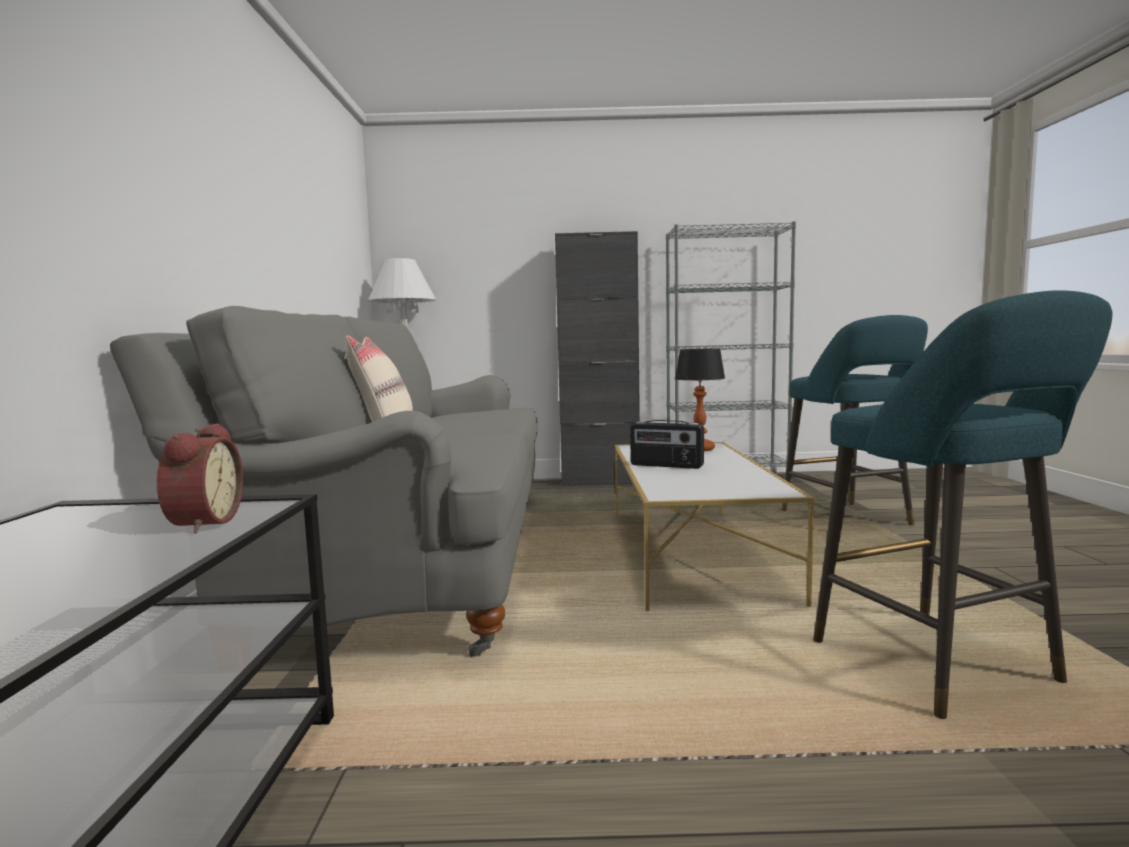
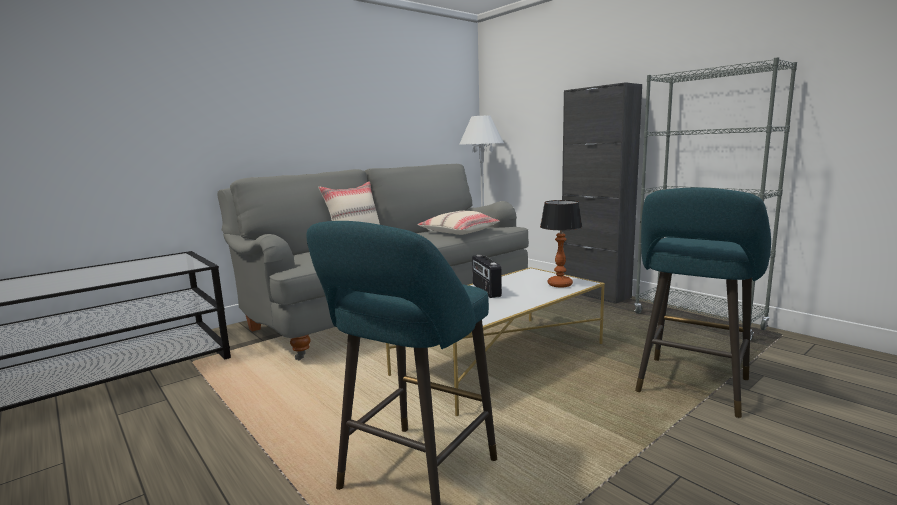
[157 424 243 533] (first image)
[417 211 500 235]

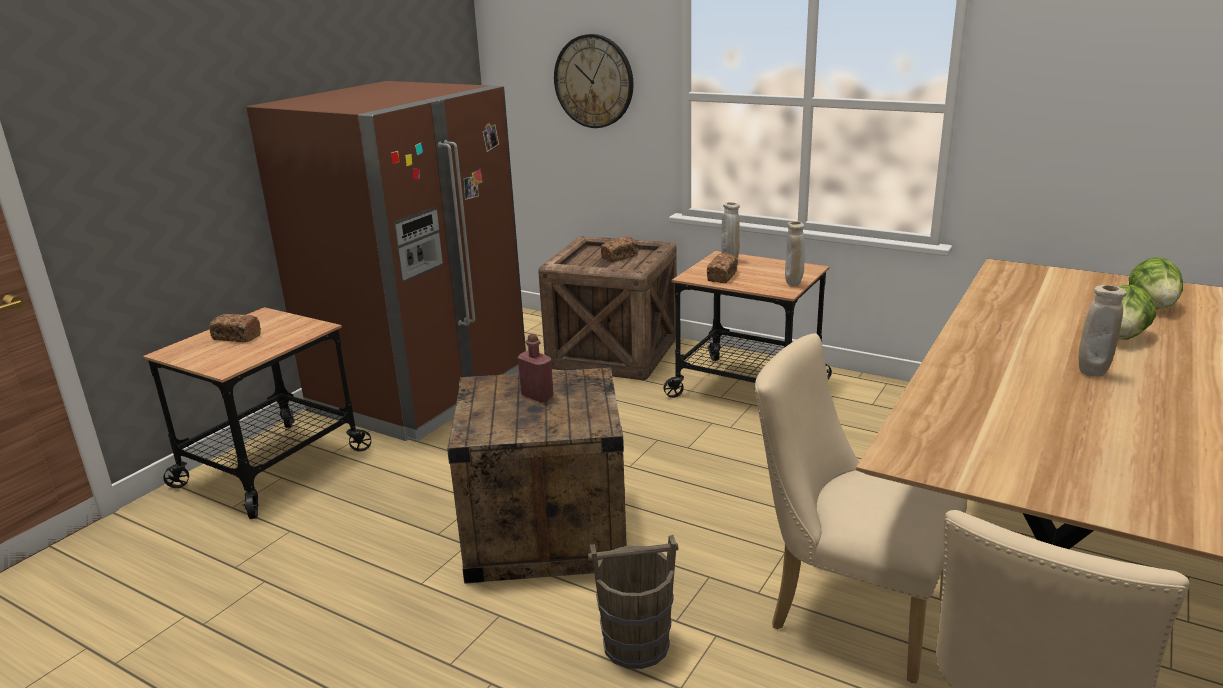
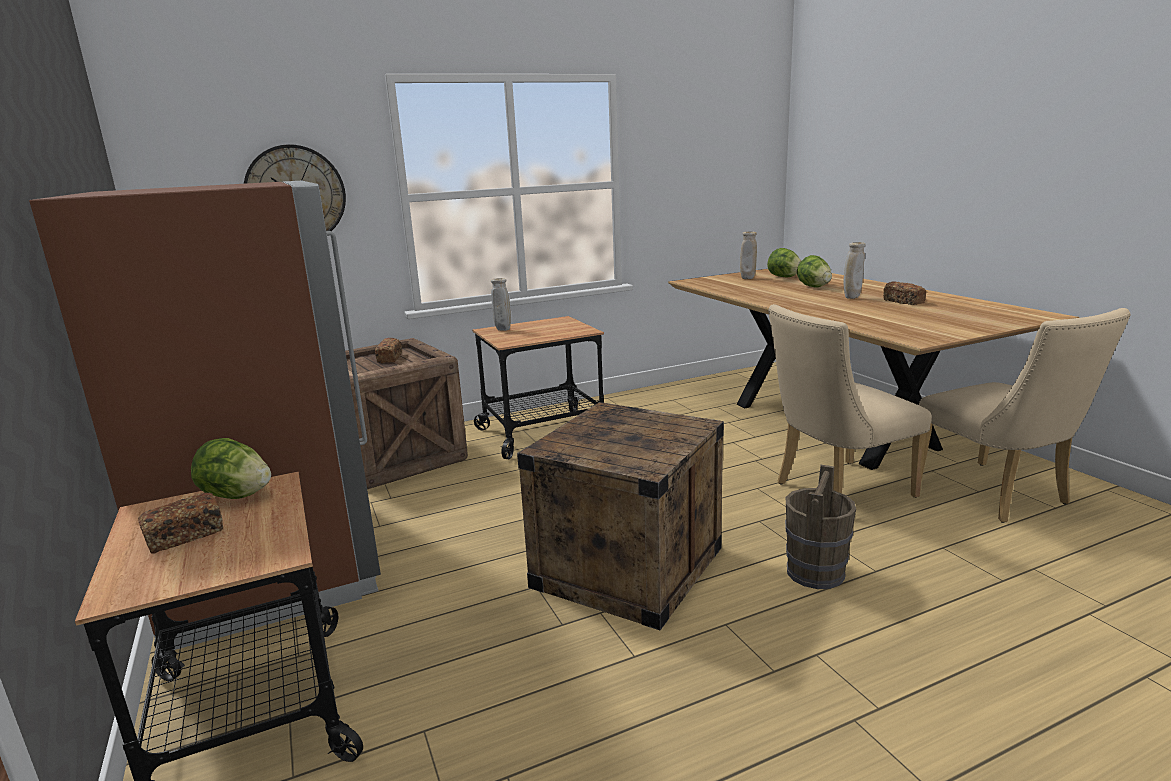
[518 334 553 402] (first image)
[883 281 926 305]
[740 231 757 279]
[191 438 271 499]

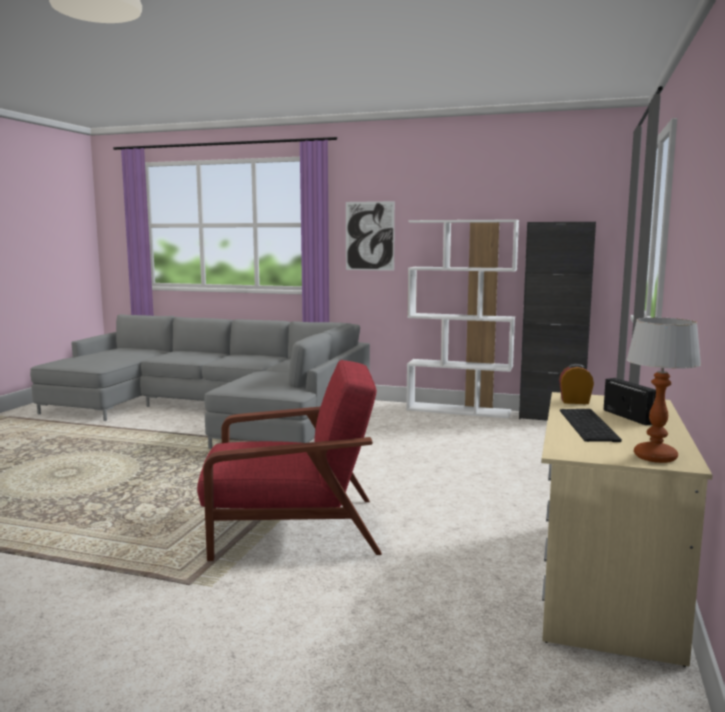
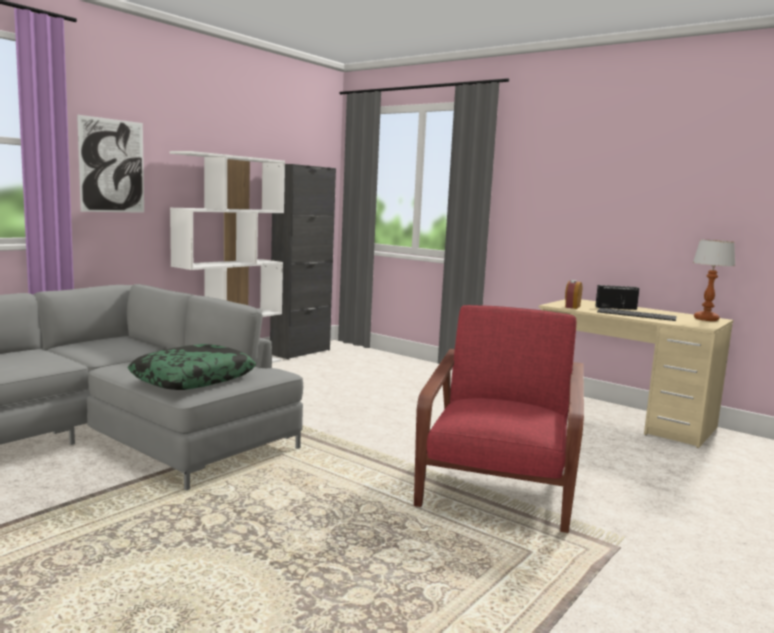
[127 344 256 390]

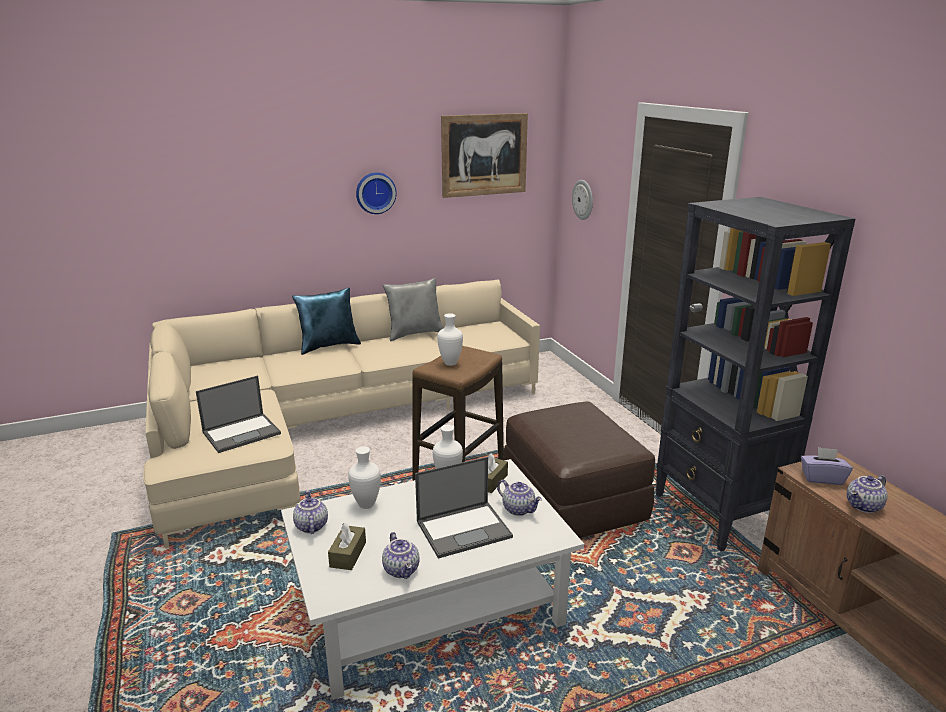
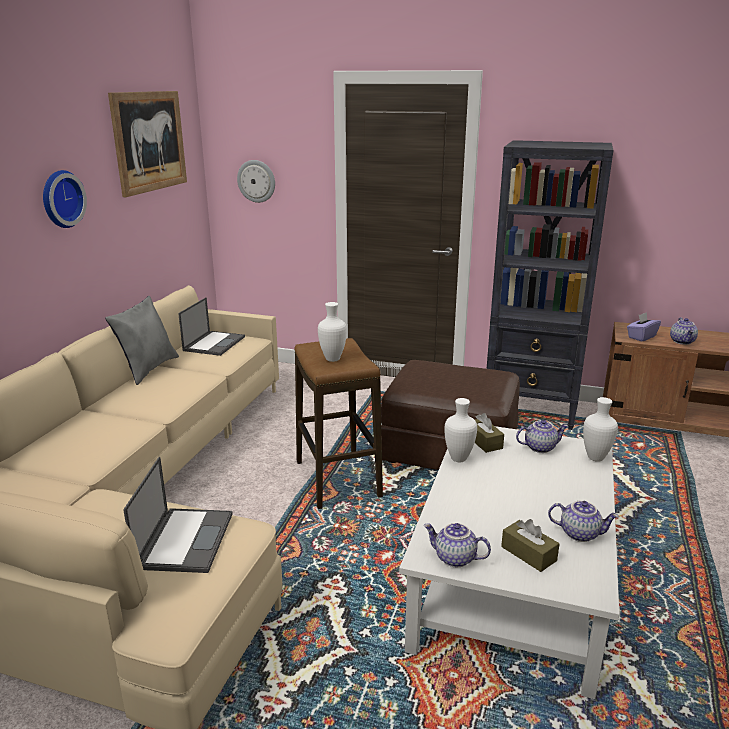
[292 287 361 355] (first image)
[583 397 618 462]
[178 297 245 356]

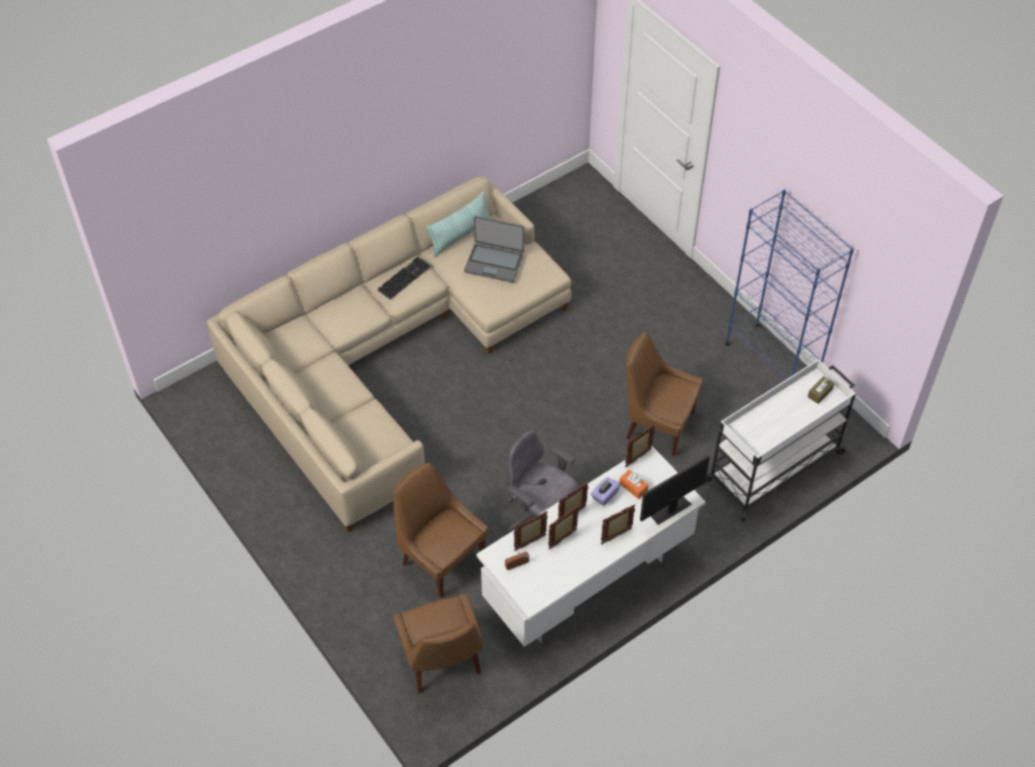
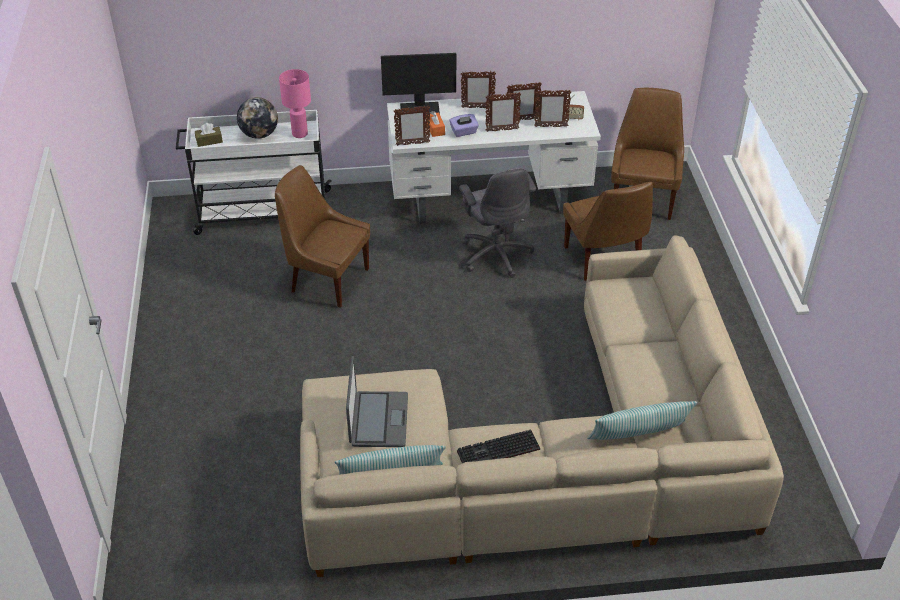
[346 356 408 447]
[275 165 370 308]
[725 189 854 379] (first image)
[237 97 278 139]
[279 69 311 138]
[587 401 698 440]

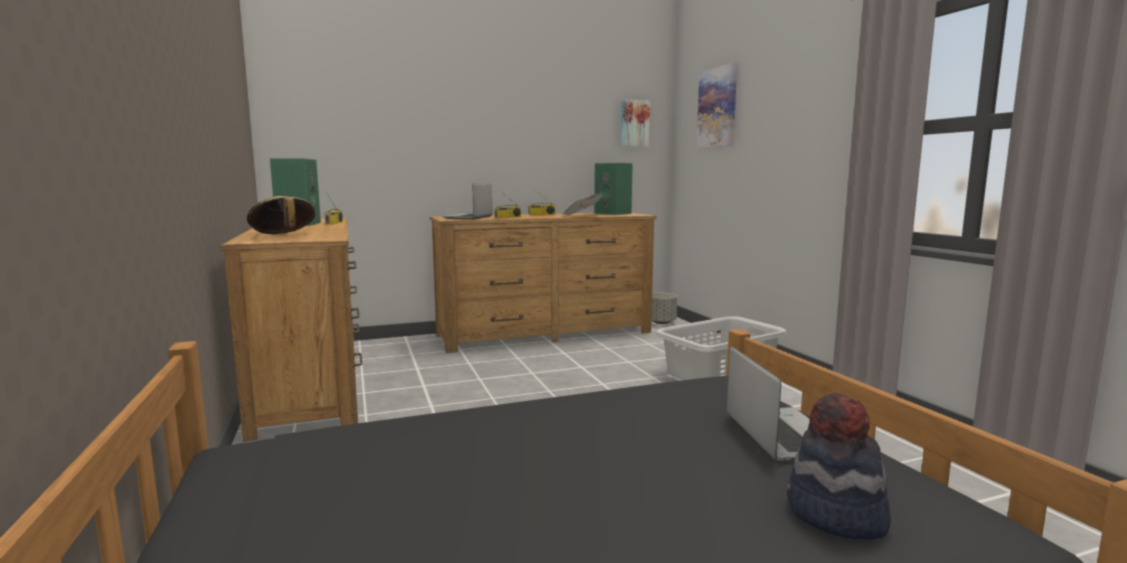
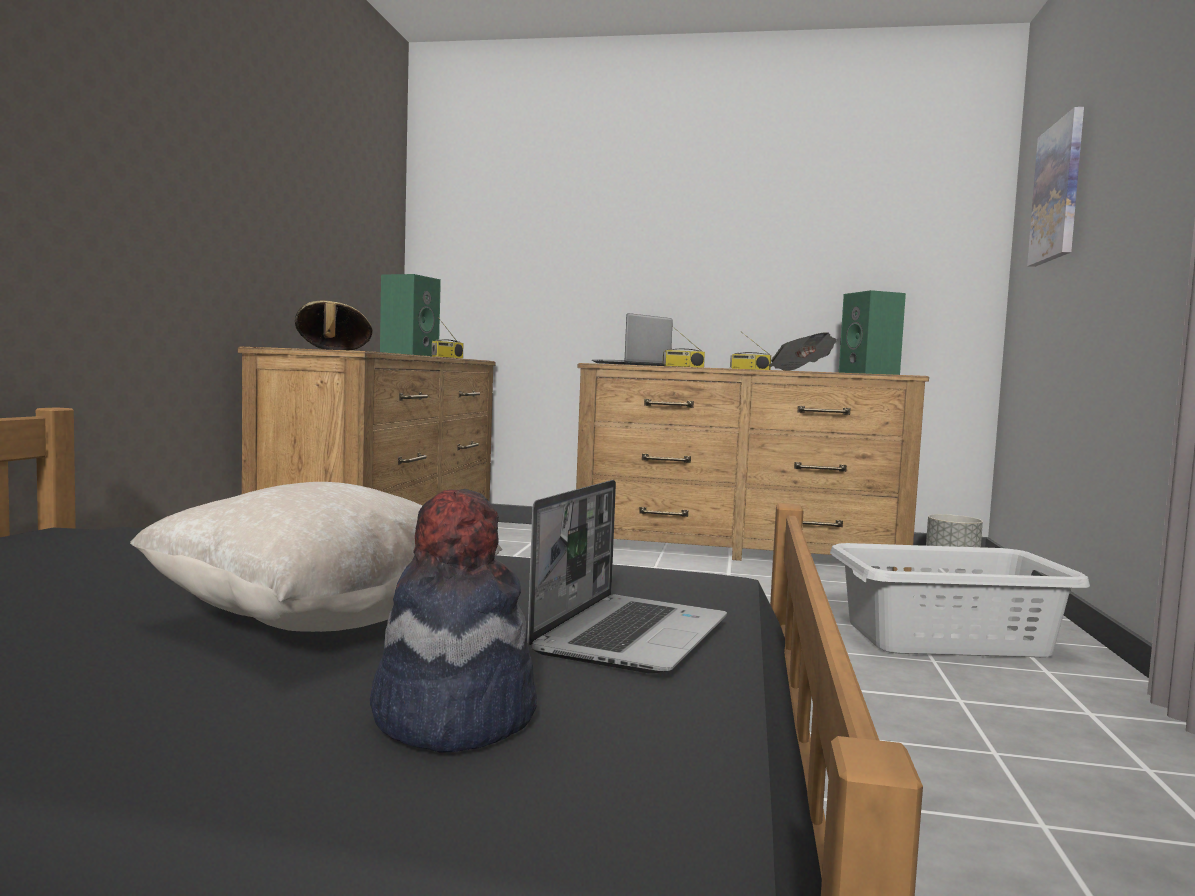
[621 99 650 147] (first image)
[130 482 502 632]

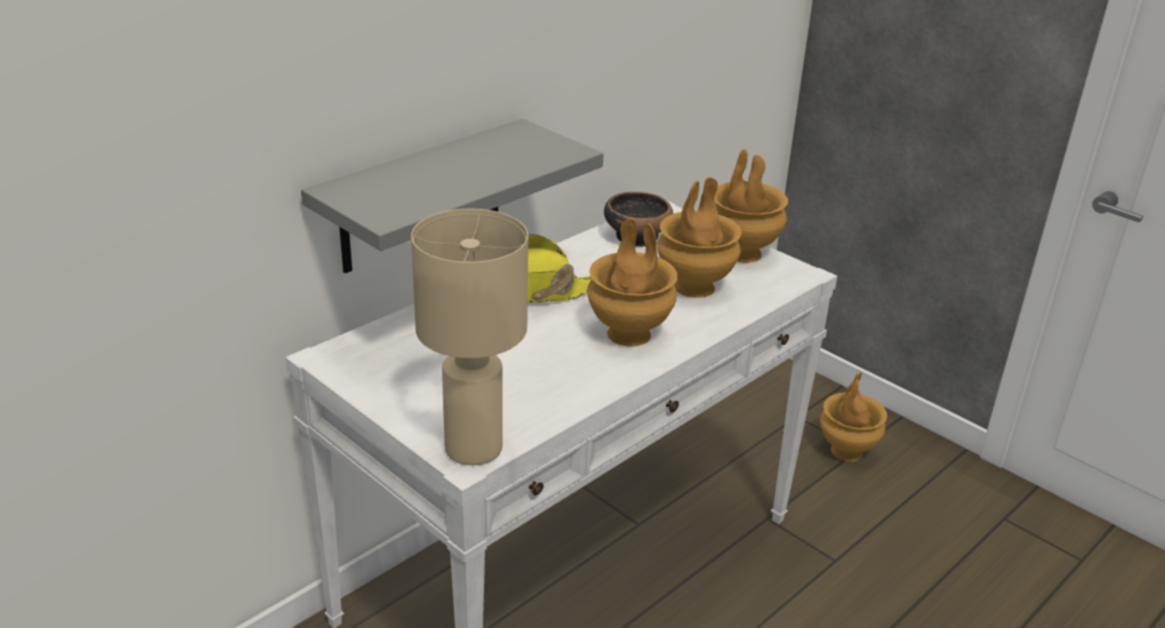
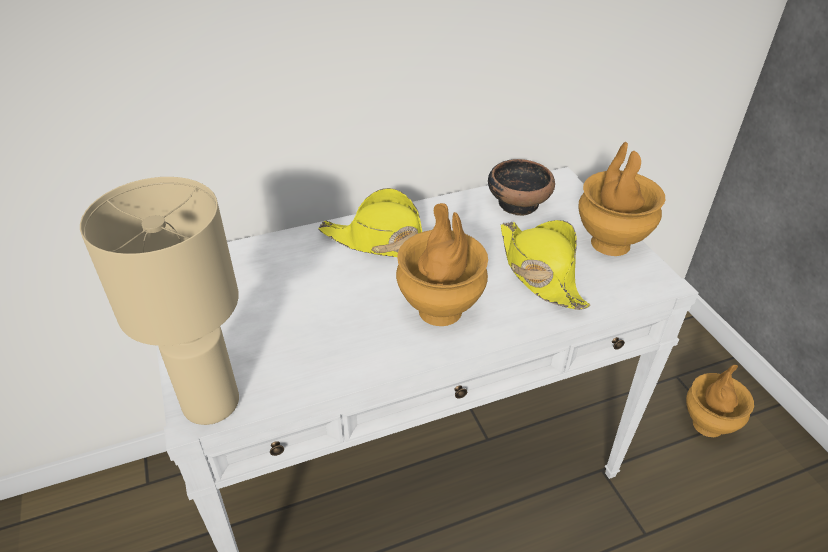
[301 119 604 273] (first image)
[501 220 590 310]

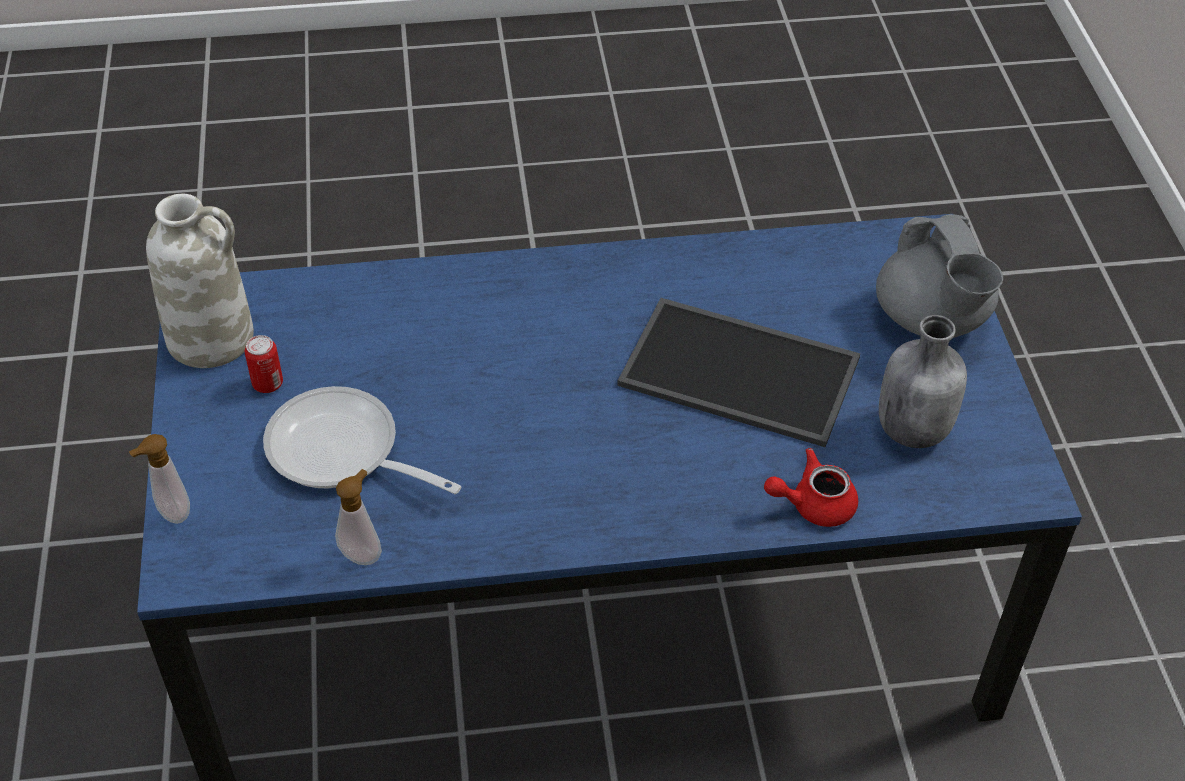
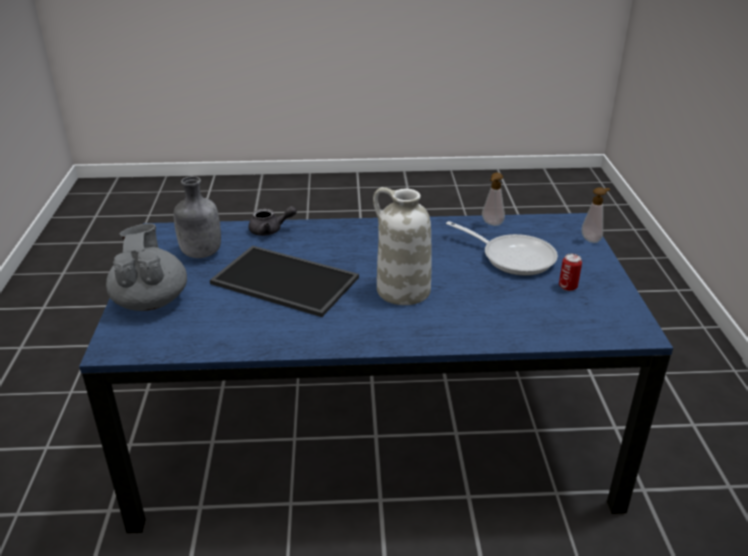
[373 187 432 305]
[249 206 297 236]

